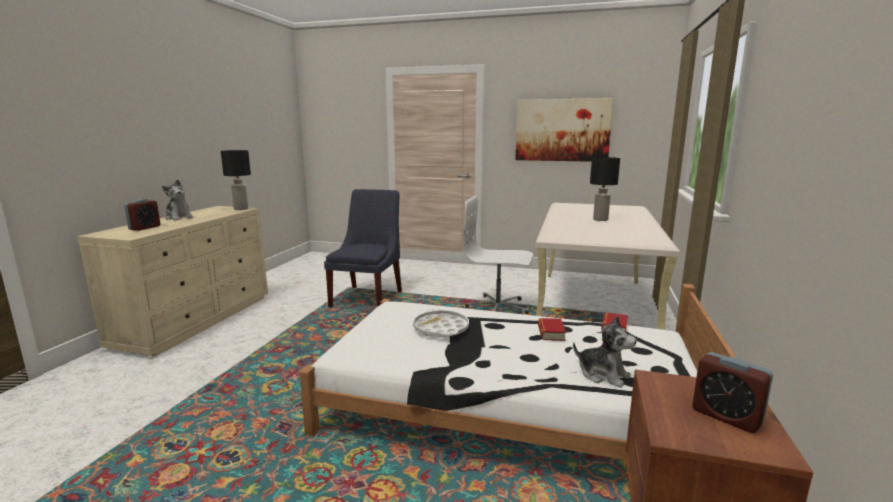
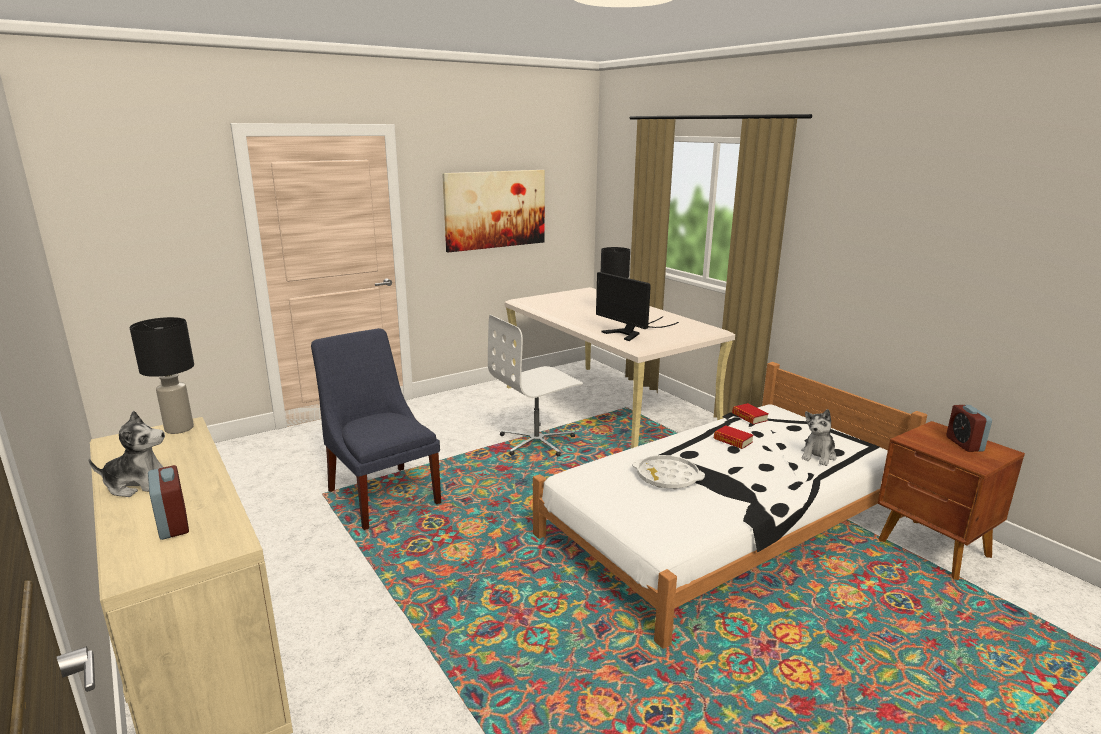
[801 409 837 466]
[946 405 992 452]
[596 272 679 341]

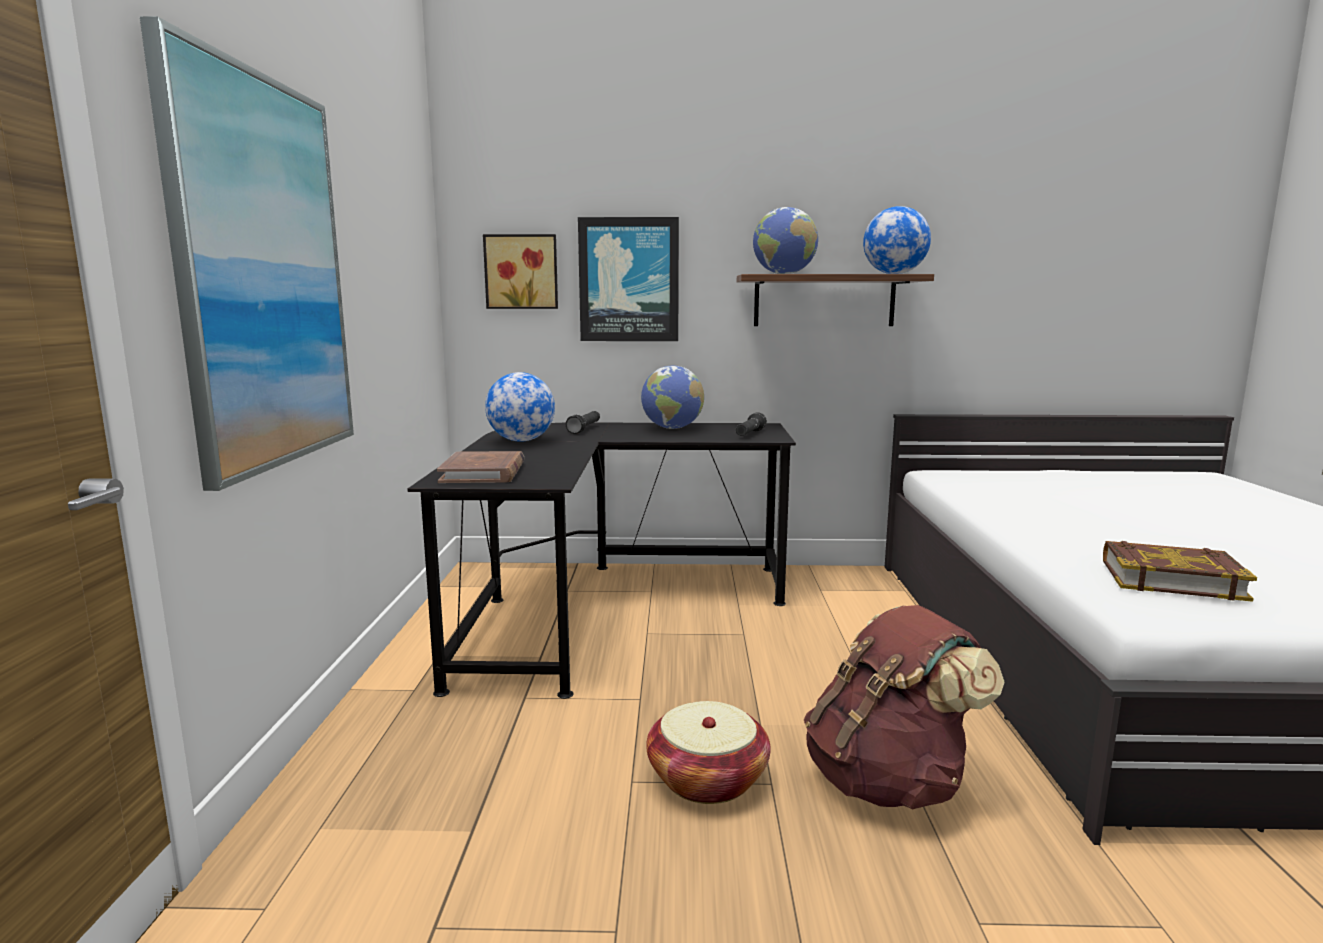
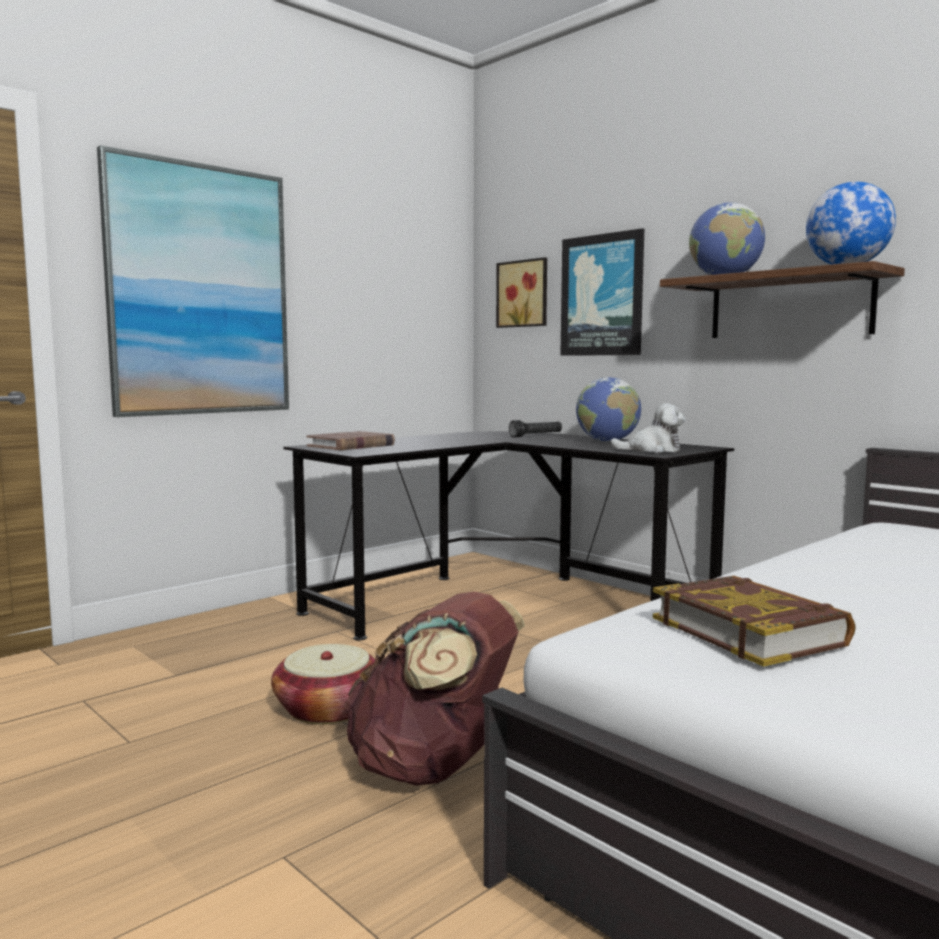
[485 372 555 442] (first image)
[611 403 686 453]

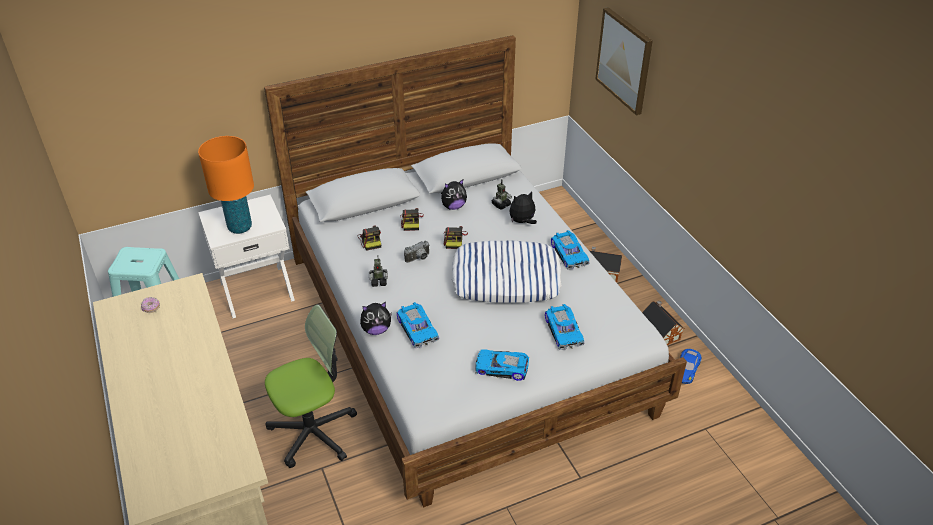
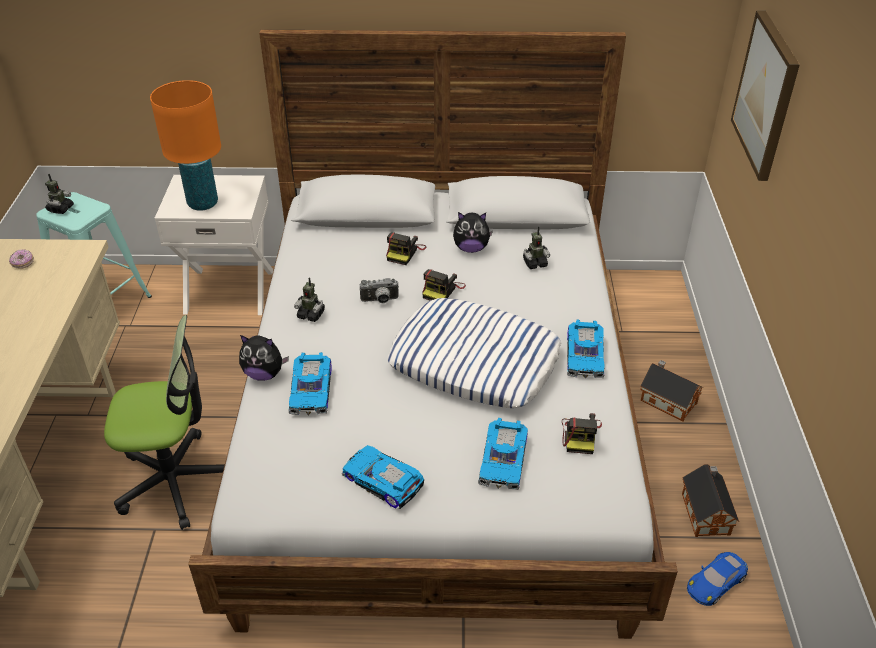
[562 413 602 454]
[509 192 537 224] (first image)
[45 174 74 214]

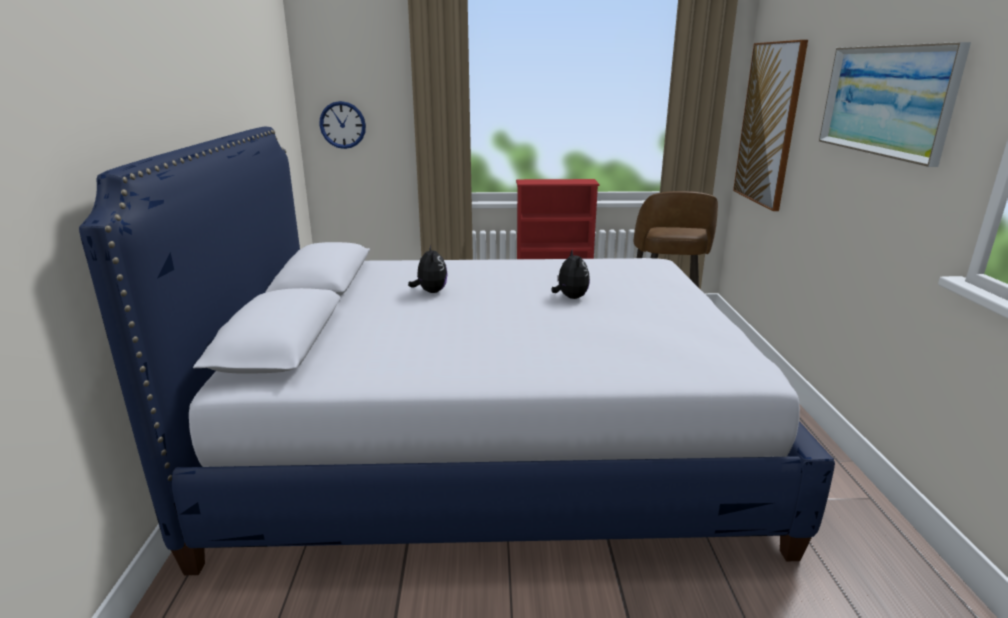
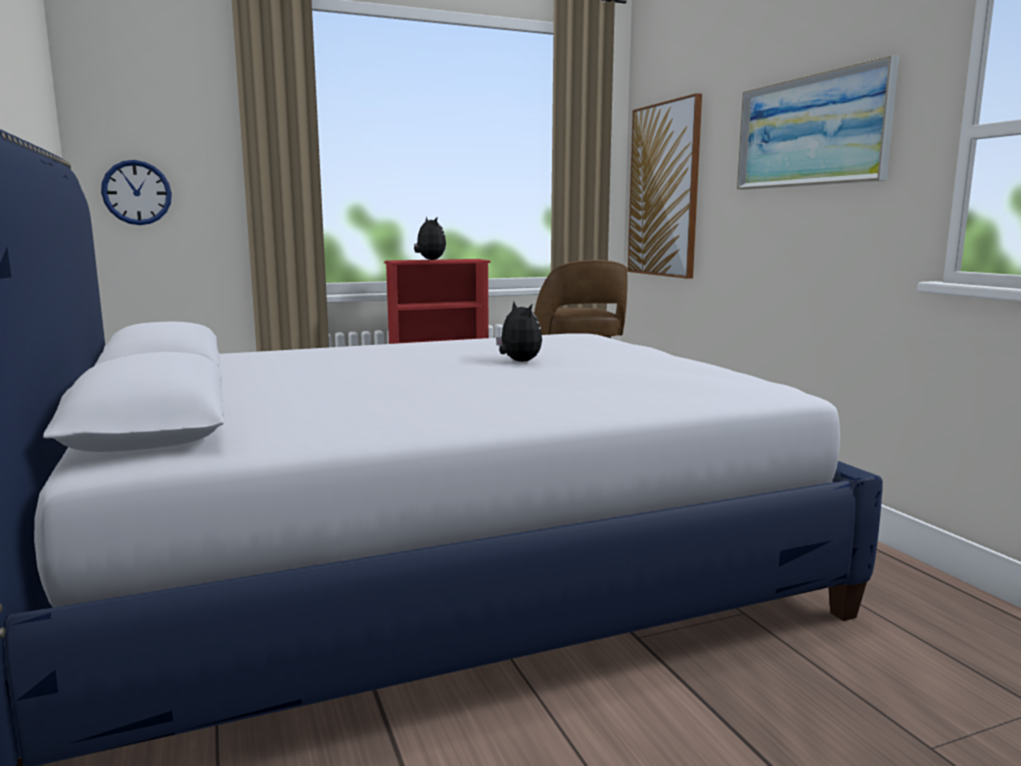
[414 216 446 260]

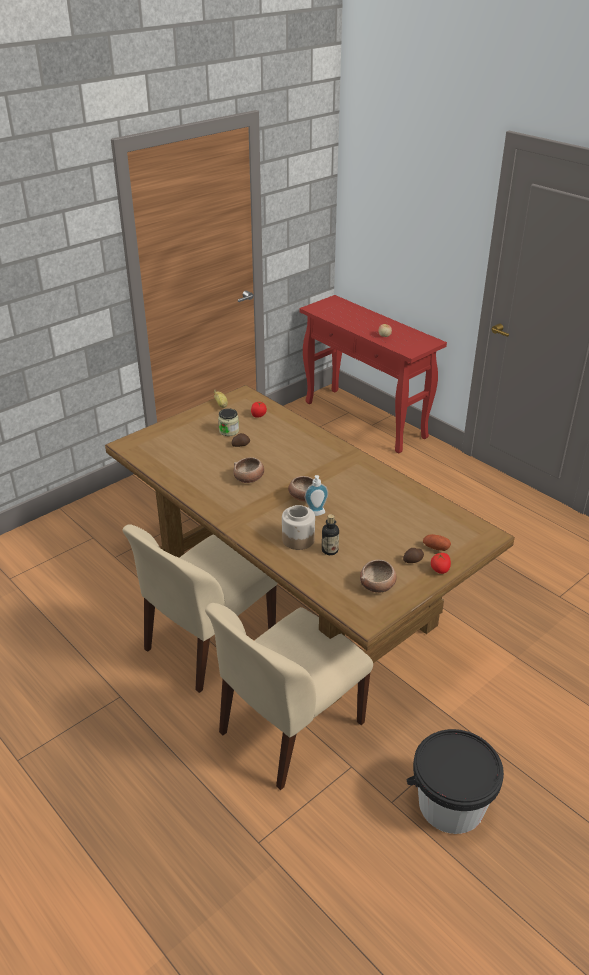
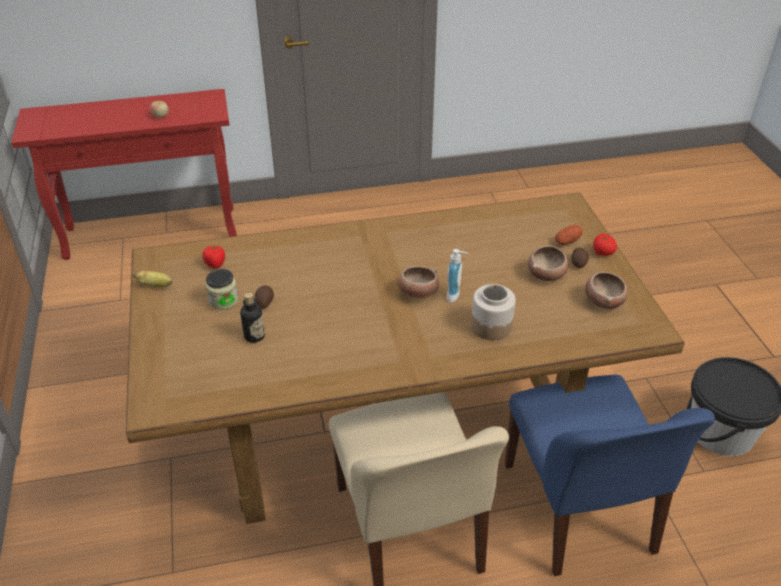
[505 375 715 576]
[528 246 568 281]
[240 292 265 343]

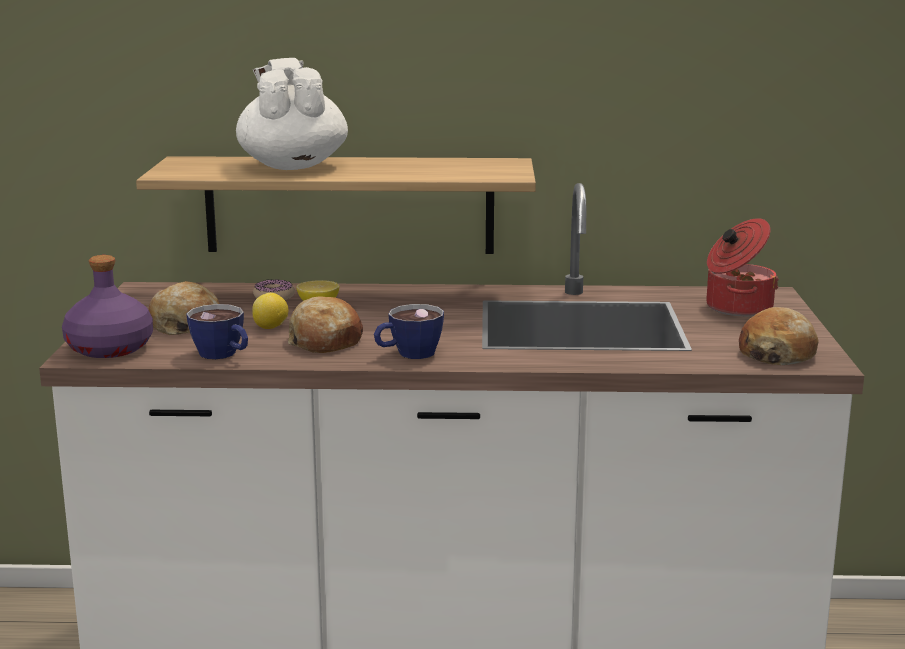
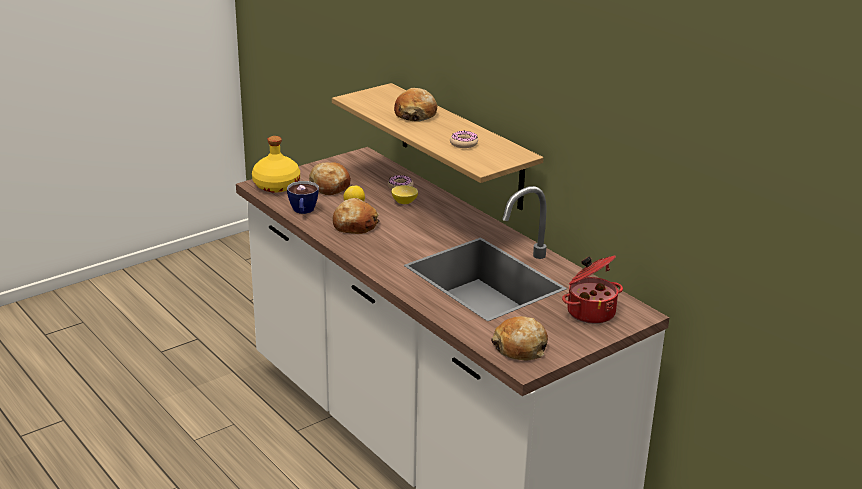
[252 136 300 193]
[394 88 437 121]
[374 304 444 359] (first image)
[450 131 478 148]

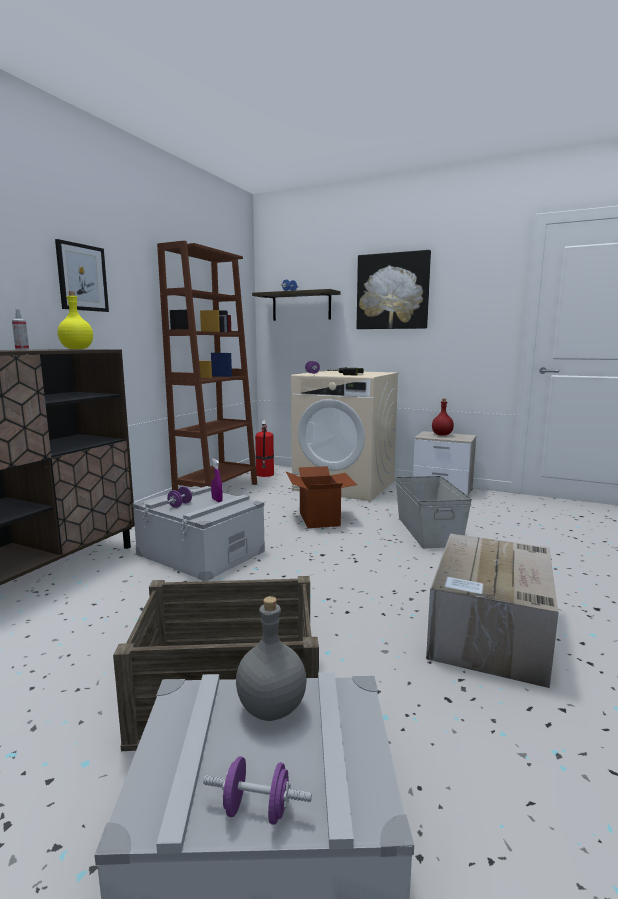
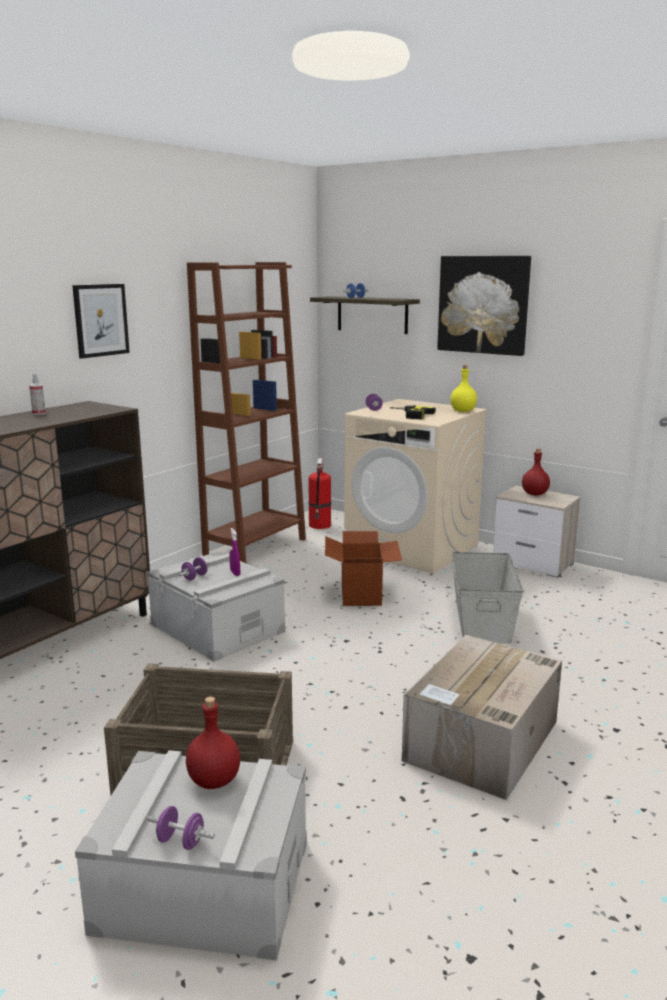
[450 365 477 412]
[186 697 240 789]

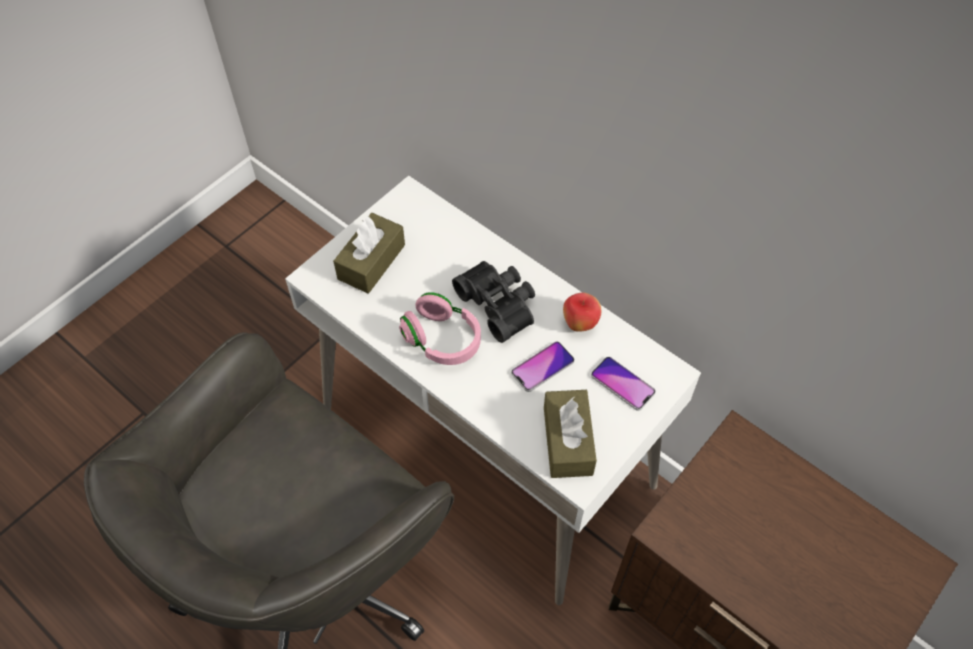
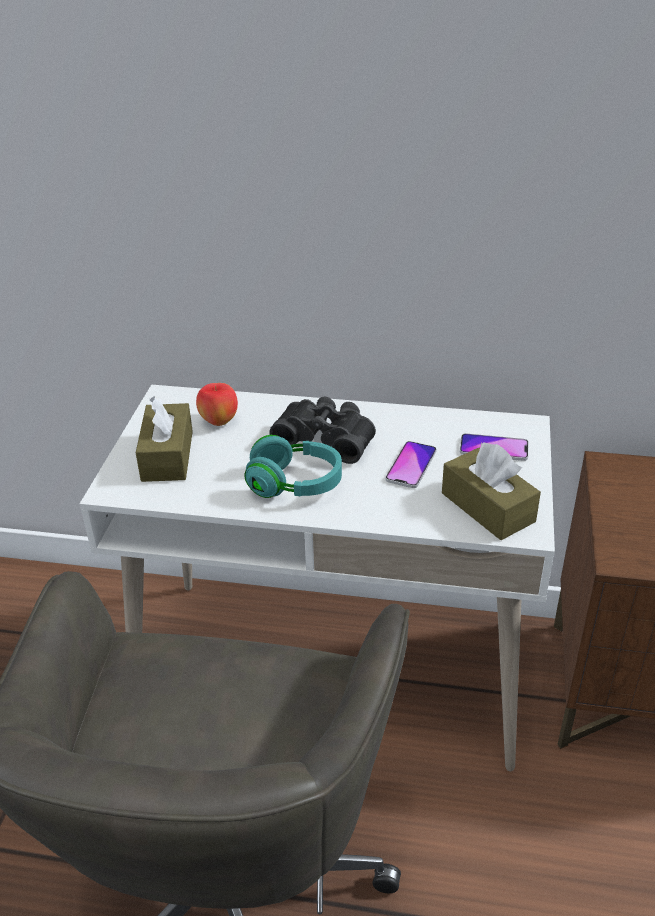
[244 435 342 498]
[196 383 238 426]

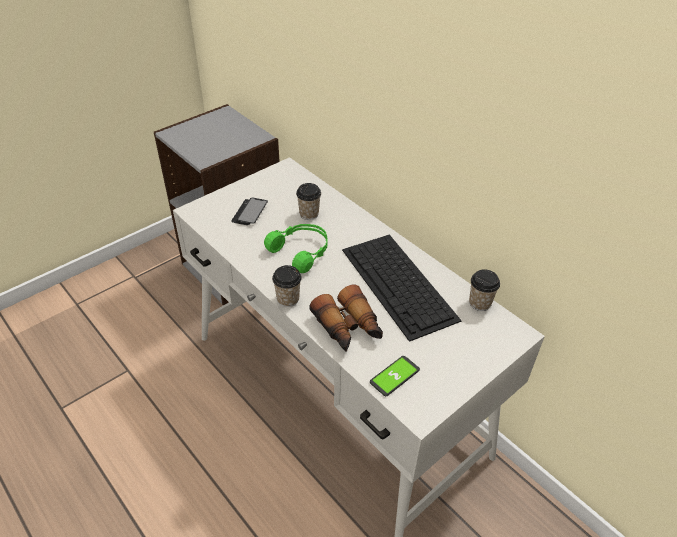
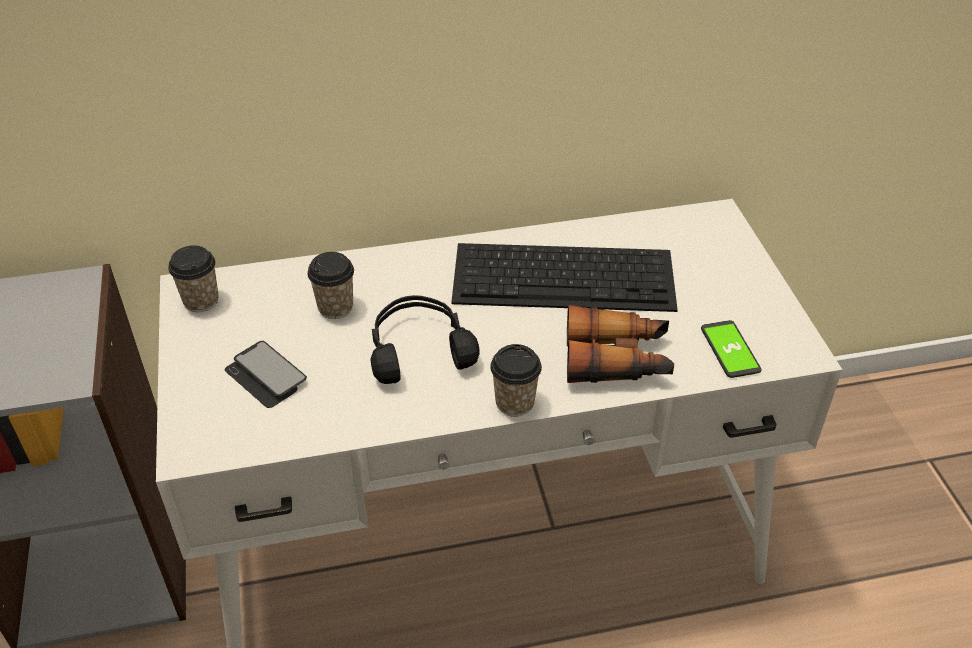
[370 295 480 384]
[168 245 219 312]

